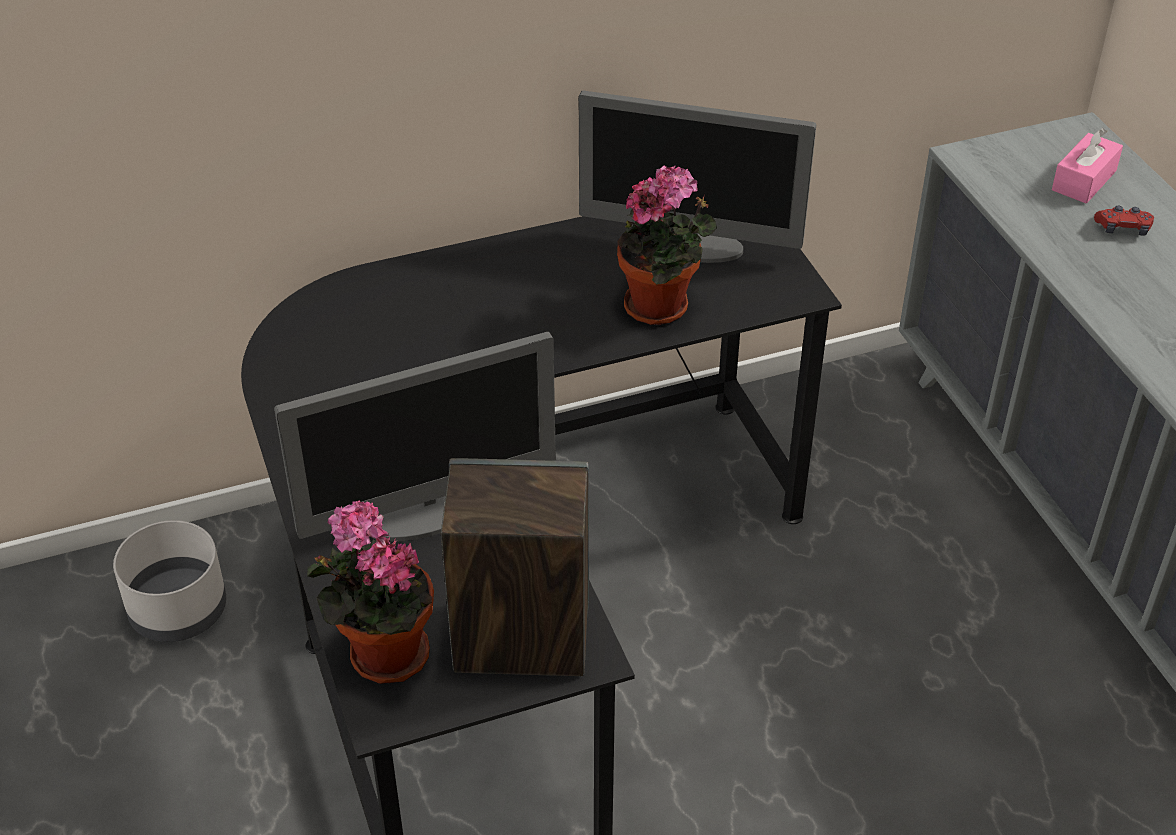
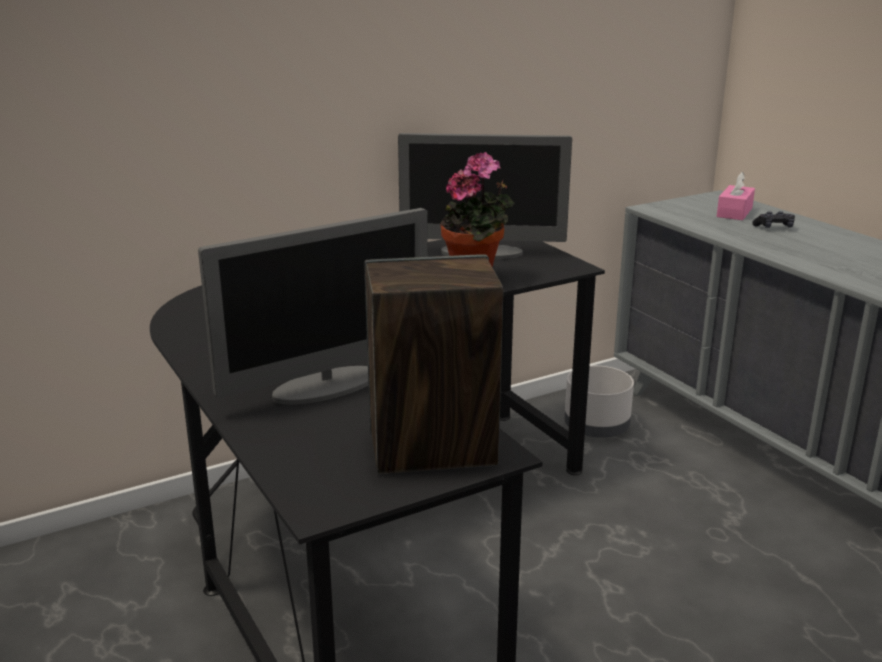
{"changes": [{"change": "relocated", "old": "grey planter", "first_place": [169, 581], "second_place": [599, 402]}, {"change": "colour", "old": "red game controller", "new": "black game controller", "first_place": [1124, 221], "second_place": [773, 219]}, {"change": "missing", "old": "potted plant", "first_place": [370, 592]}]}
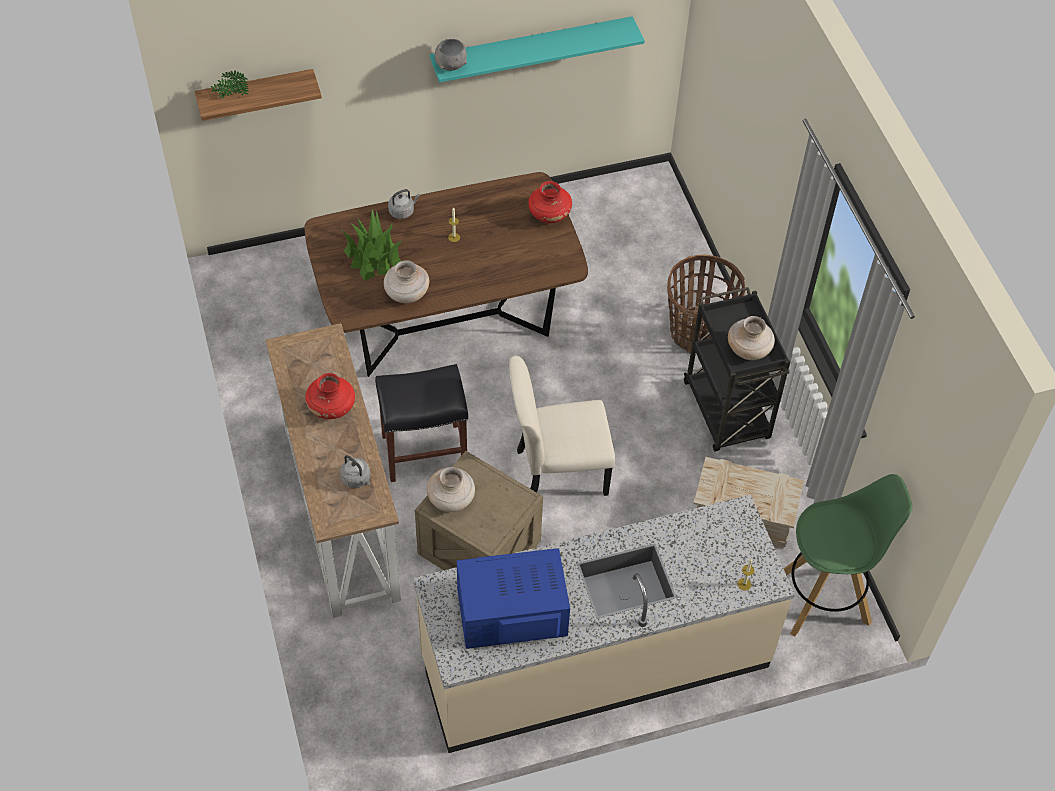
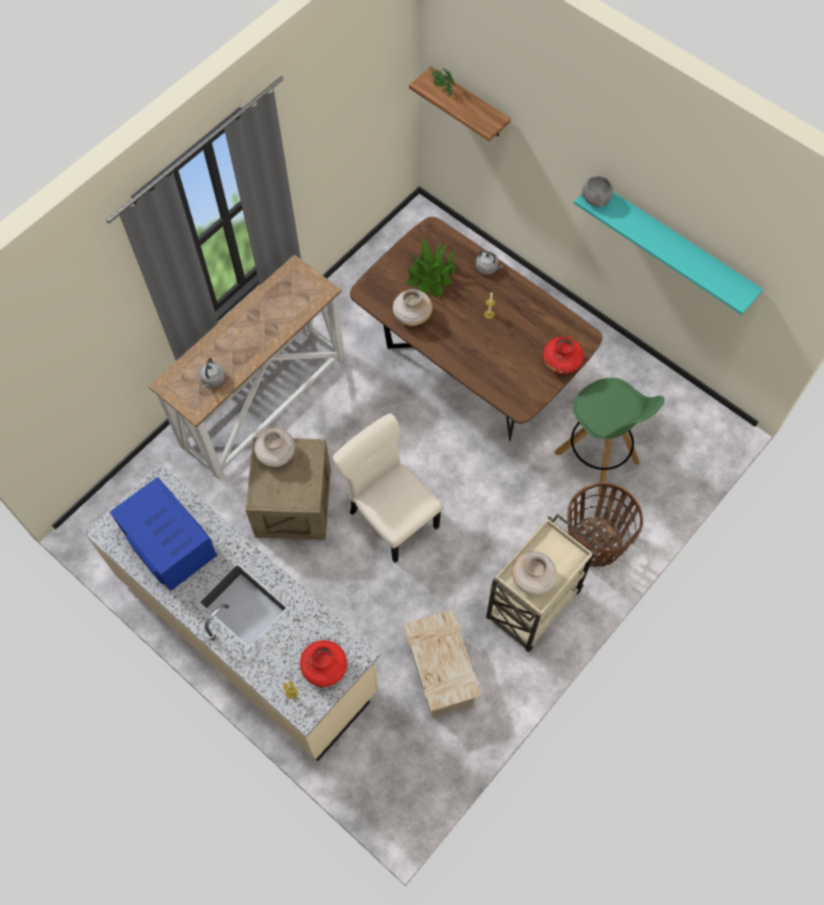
{"changes": [{"change": "relocated", "old": "red vase", "first_place": [330, 396], "second_place": [323, 663]}, {"change": "colour", "old": "black cart", "new": "beige cart", "first_place": [737, 369], "second_place": [541, 583]}, {"change": "relocated", "old": "green stool", "first_place": [848, 555], "second_place": [609, 436]}, {"change": "missing", "old": "black stool", "first_place": [421, 423]}]}
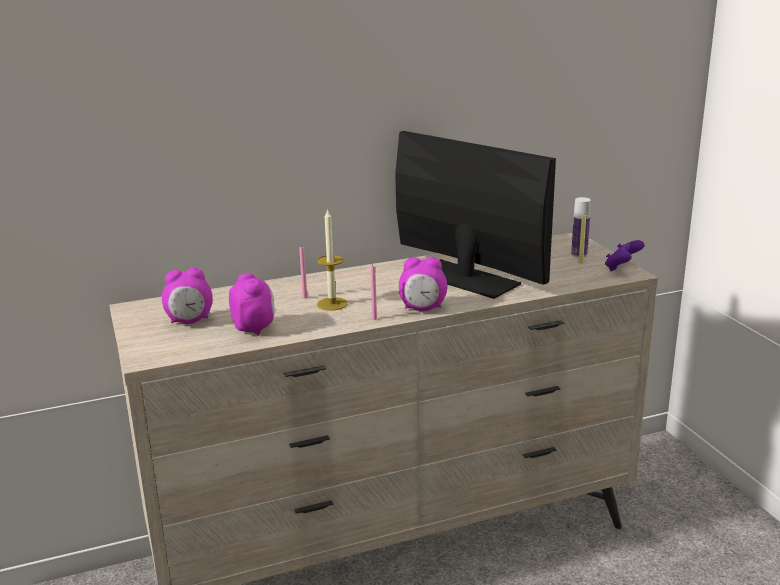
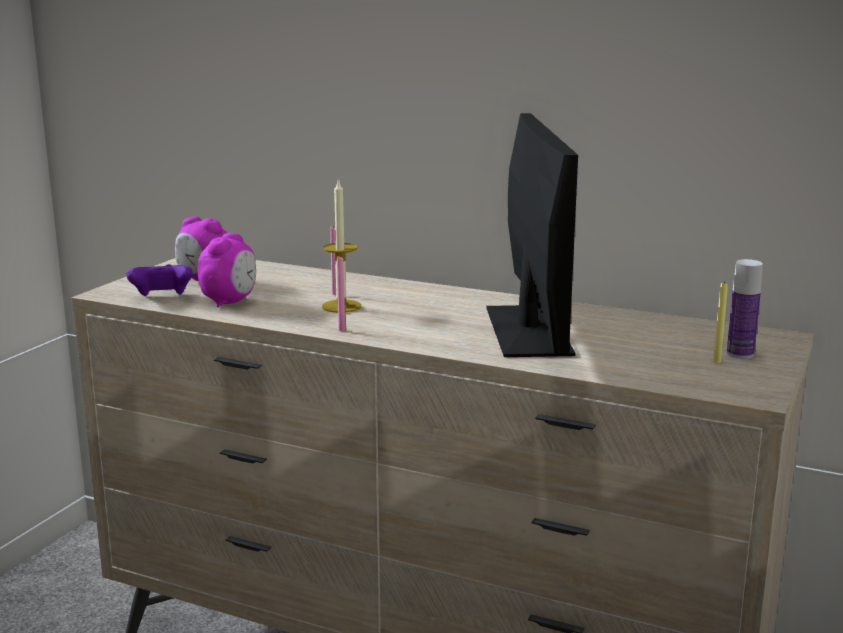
{"changes": [{"change": "relocated", "old": "purple game controller", "first_place": [625, 255], "second_place": [160, 280]}, {"change": "missing", "old": "alarm clock", "first_place": [423, 284]}]}
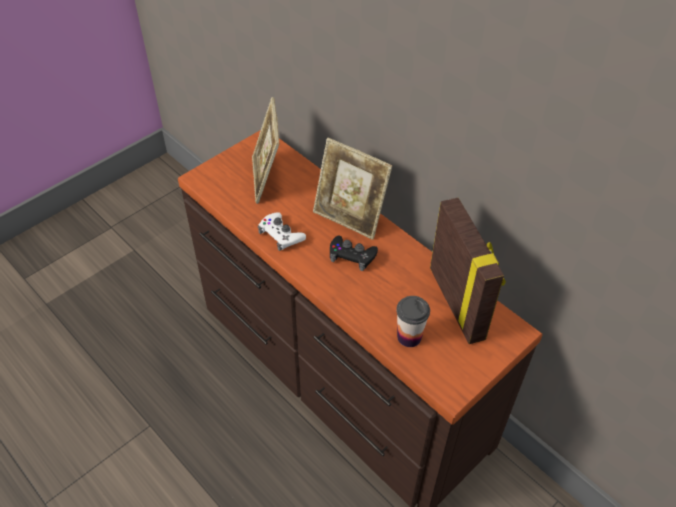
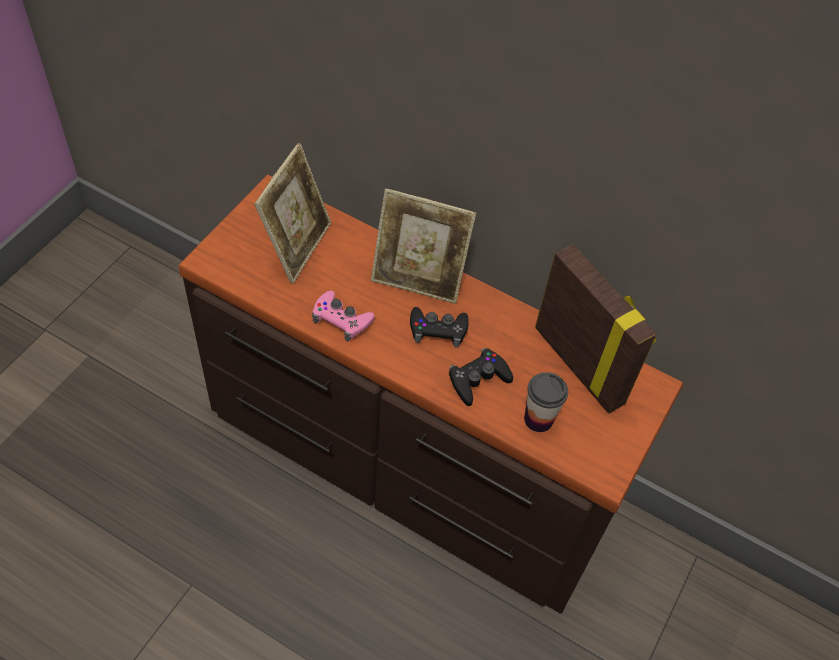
{"changes": [{"change": "spun", "old": "picture frame", "first_place": [265, 150], "second_place": [292, 213], "degrees": -135}, {"change": "colour", "old": "white game controller", "new": "pink game controller", "first_place": [282, 232], "second_place": [343, 316]}, {"change": "appeared", "new": "black game controller", "second_place": [481, 377]}]}
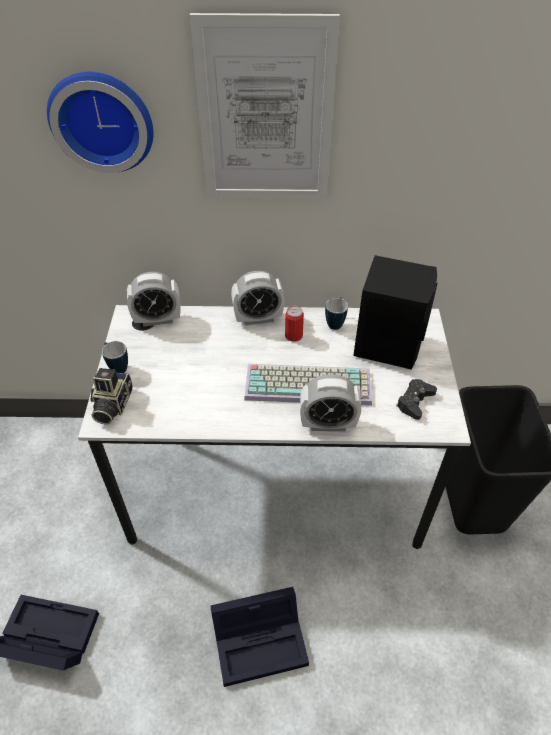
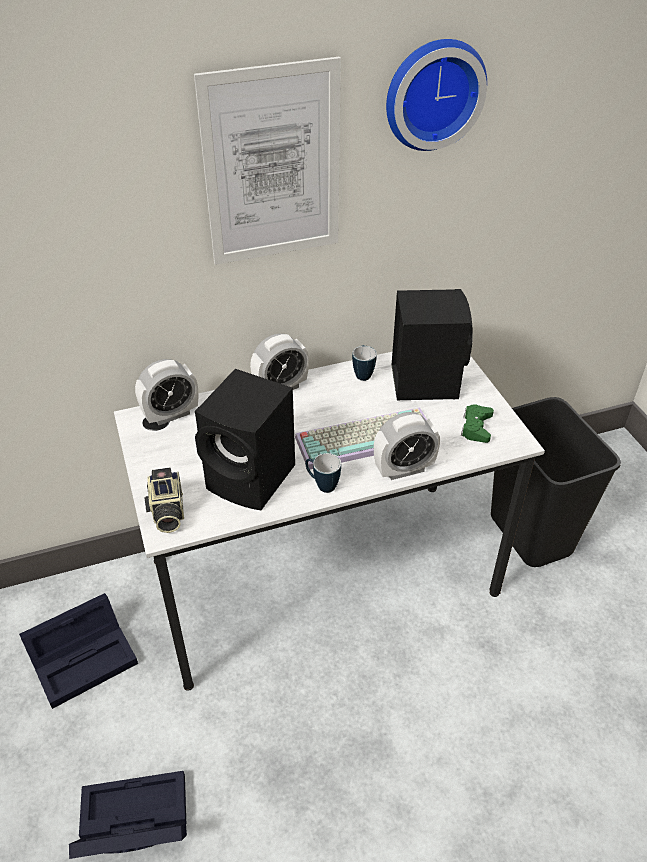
{"changes": [{"change": "relocated", "old": "black storage box", "first_place": [259, 637], "second_place": [78, 651]}, {"change": "appeared", "new": "black speaker", "second_place": [245, 439]}, {"change": "relocated", "old": "mug", "first_place": [115, 357], "second_place": [323, 473]}, {"change": "relocated", "old": "wall clock", "first_place": [100, 122], "second_place": [436, 95]}, {"change": "colour", "old": "black game controller", "new": "green game controller", "first_place": [416, 399], "second_place": [477, 423]}, {"change": "missing", "old": "can", "first_place": [294, 324]}]}
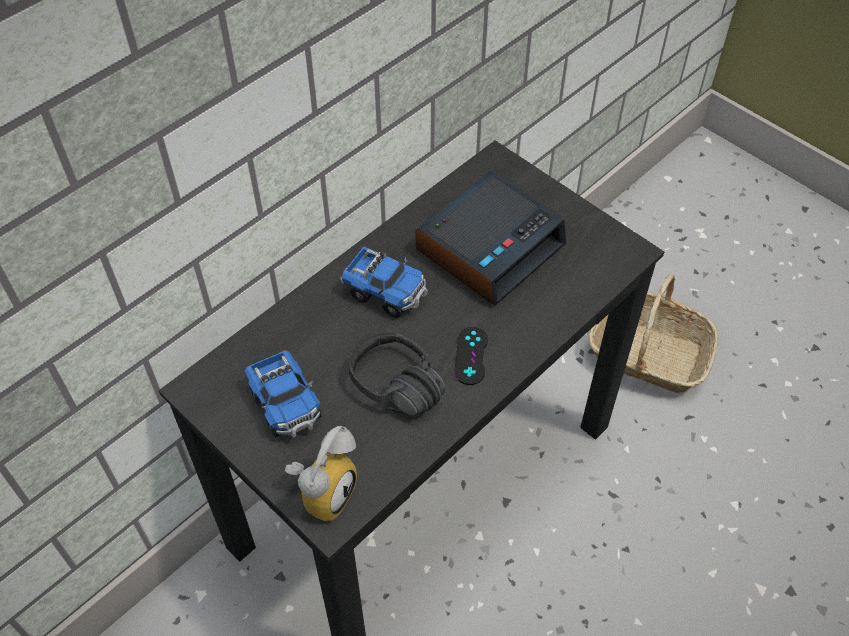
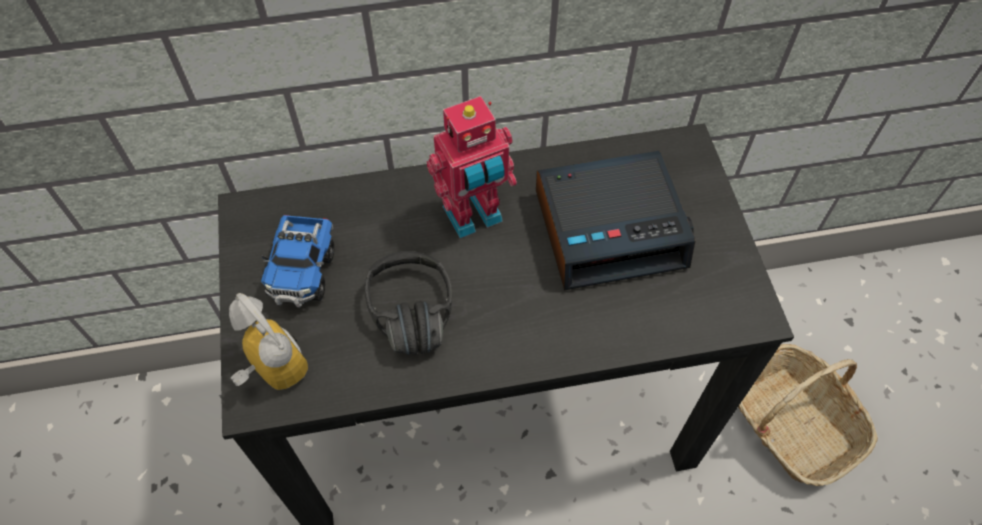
{"changes": [{"change": "spun", "old": "alarm clock", "first_place": [321, 473], "second_place": [268, 341], "degrees": -105}, {"change": "exchanged", "old": "toy truck", "new": "toy robot", "first_place": [384, 282], "second_place": [472, 167]}, {"change": "missing", "old": "black game controller", "first_place": [471, 356]}]}
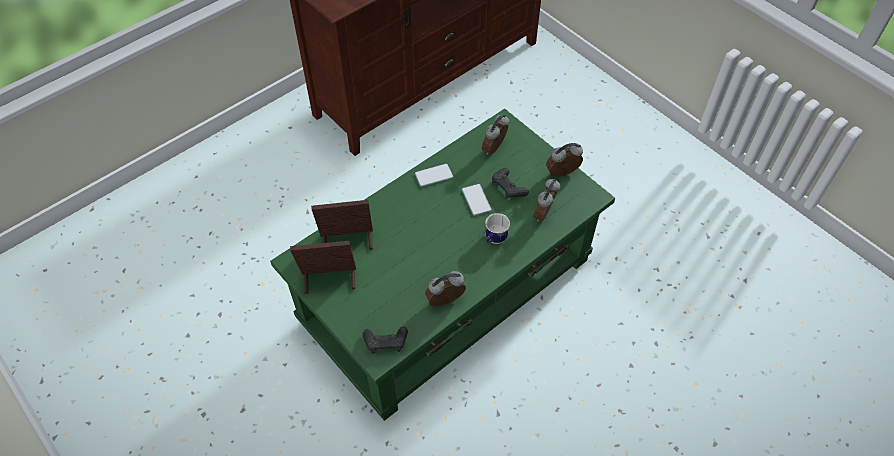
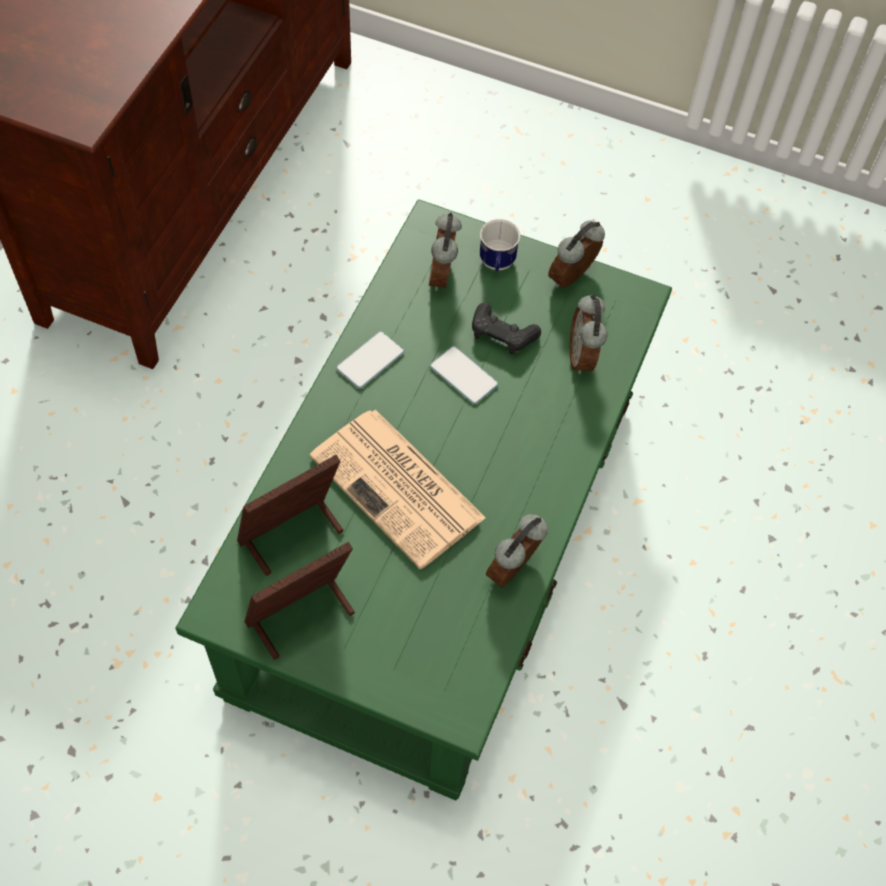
{"changes": [{"change": "appeared", "new": "newspaper", "second_place": [398, 489]}, {"change": "relocated", "old": "mug", "first_place": [497, 228], "second_place": [500, 245]}, {"change": "missing", "old": "black game controller", "first_place": [385, 340]}]}
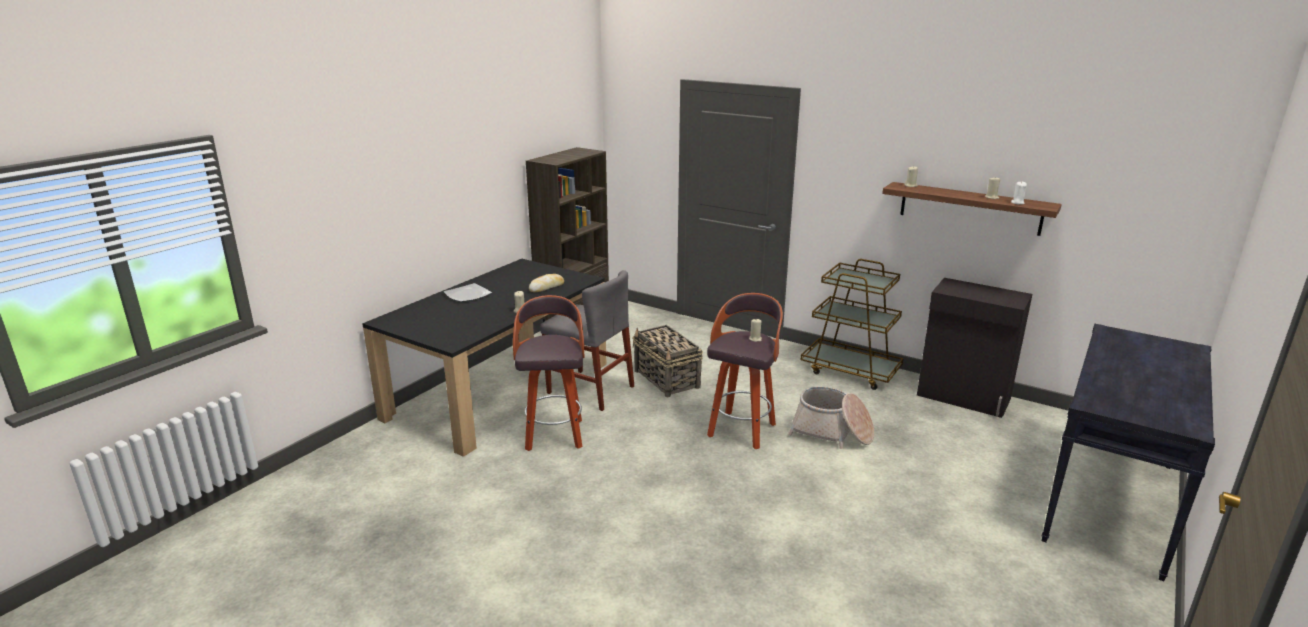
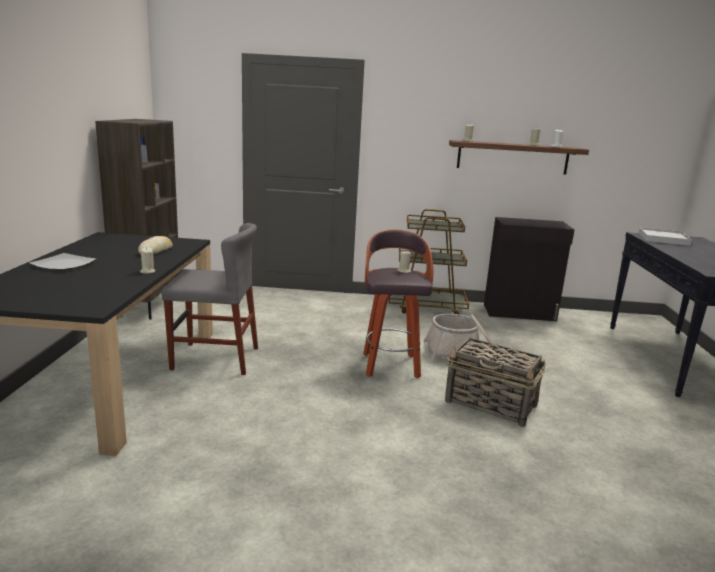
{"changes": [{"change": "relocated", "old": "basket", "first_place": [667, 361], "second_place": [495, 382]}, {"change": "appeared", "new": "white tray", "second_place": [665, 236]}, {"change": "missing", "old": "stool", "first_place": [549, 373]}]}
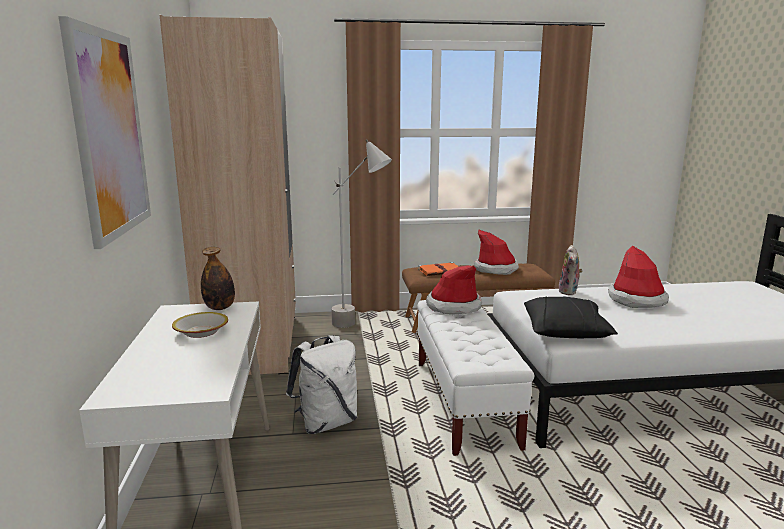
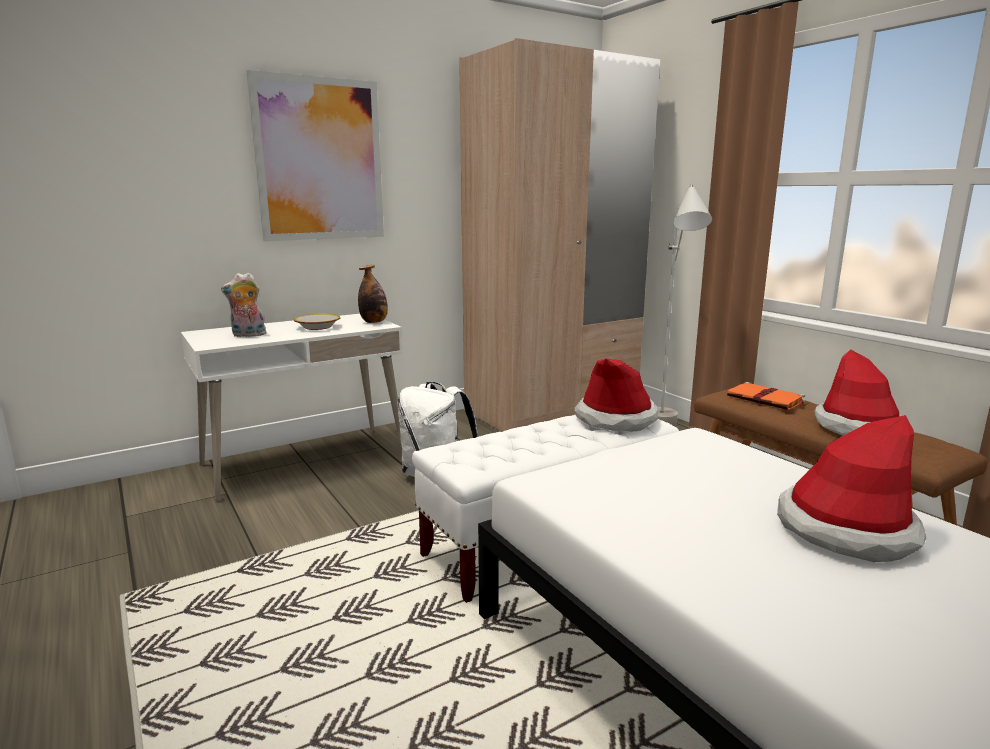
{"changes": [{"change": "relocated", "old": "plush toy", "first_place": [571, 270], "second_place": [243, 304]}, {"change": "missing", "old": "black pillow", "first_place": [571, 317]}]}
